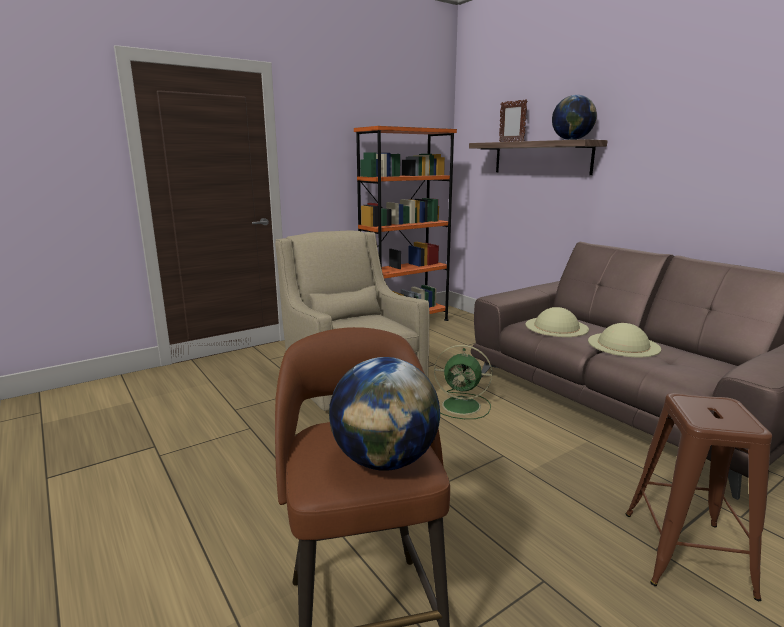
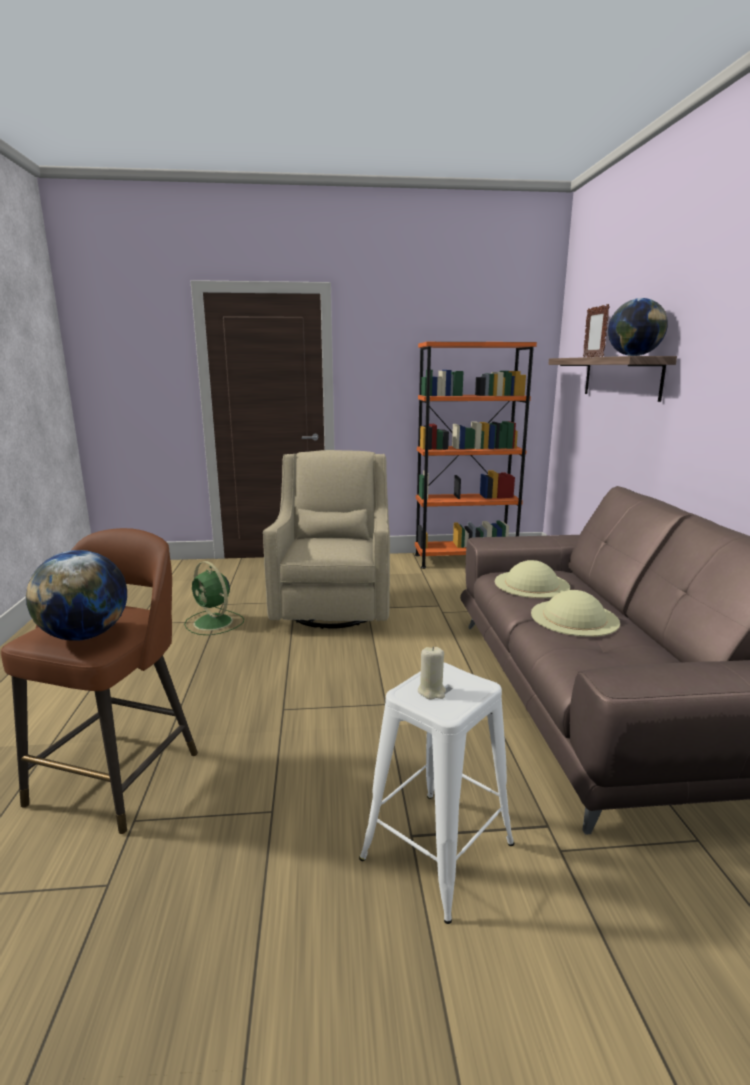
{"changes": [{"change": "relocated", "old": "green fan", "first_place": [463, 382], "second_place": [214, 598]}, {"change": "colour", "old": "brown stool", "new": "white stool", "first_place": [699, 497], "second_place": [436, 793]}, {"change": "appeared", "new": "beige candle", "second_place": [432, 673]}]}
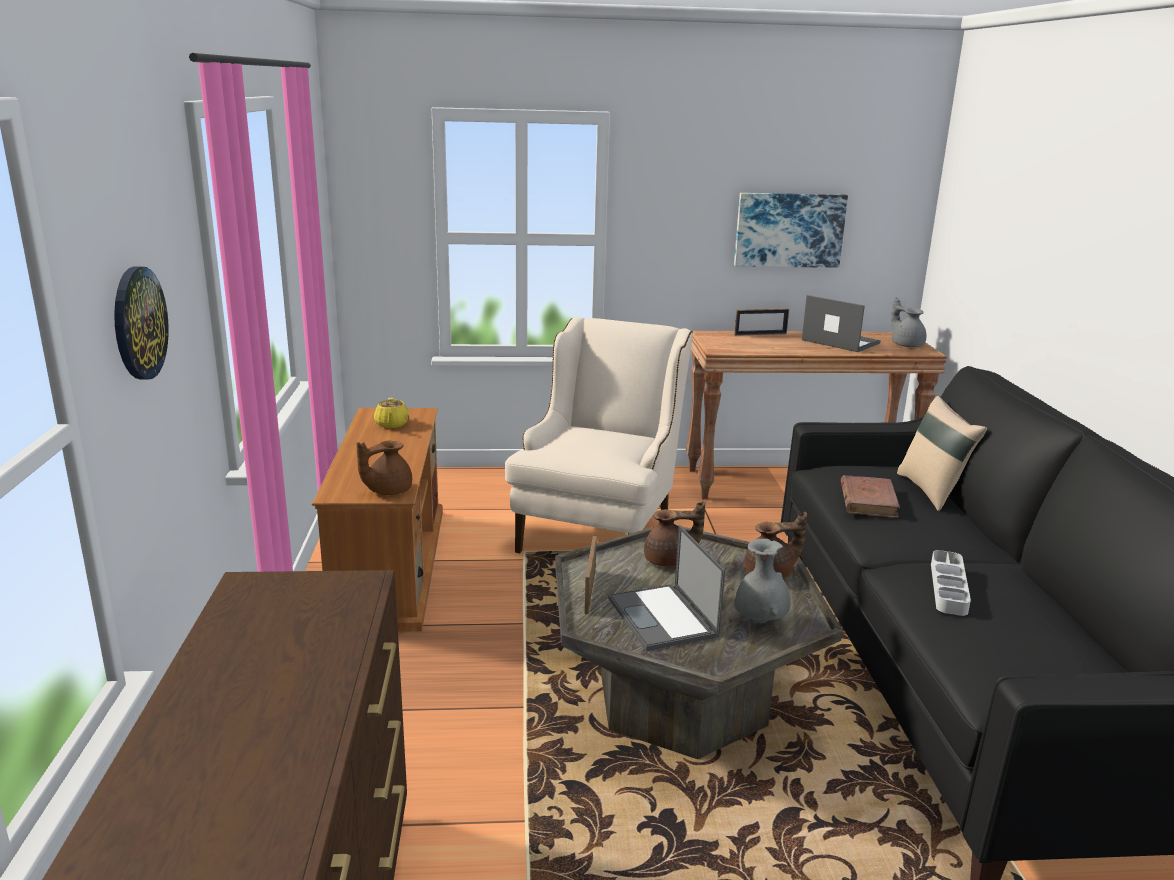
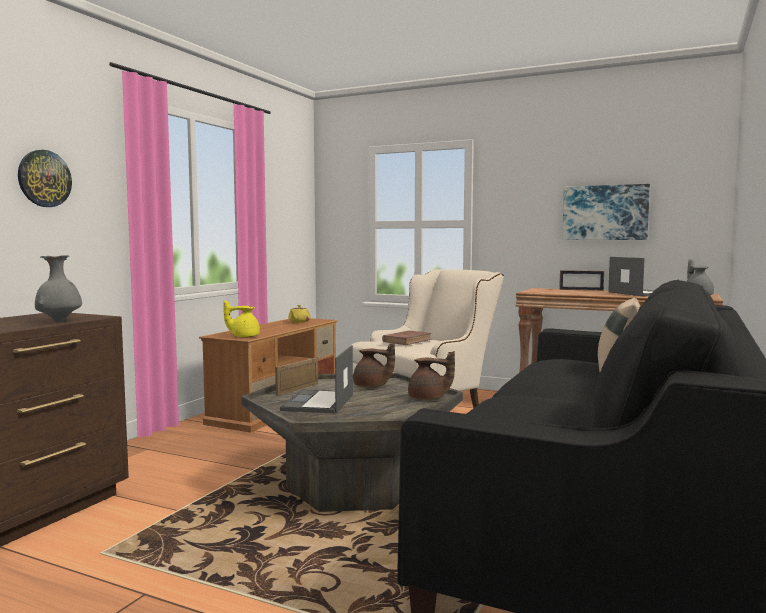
{"changes": [{"change": "relocated", "old": "grey vase", "first_place": [763, 581], "second_place": [58, 288]}, {"change": "colour", "old": "brown teapot", "new": "yellow teapot", "first_place": [384, 468], "second_place": [241, 319]}, {"change": "relocated", "old": "brown book", "first_place": [870, 496], "second_place": [407, 338]}, {"change": "missing", "old": "grey tray", "first_place": [951, 583]}]}
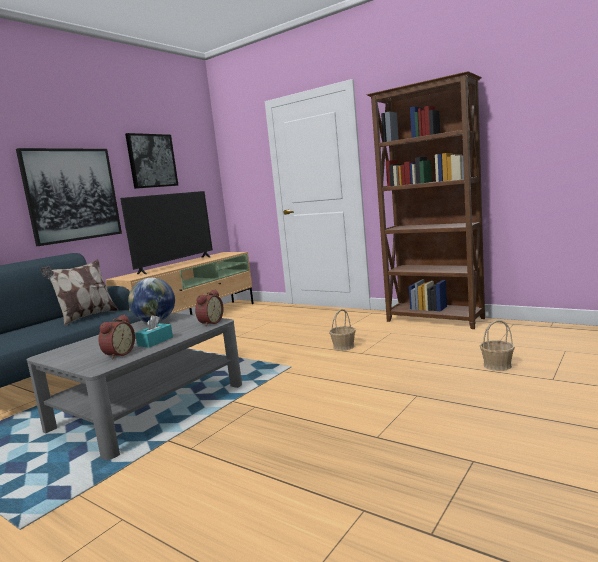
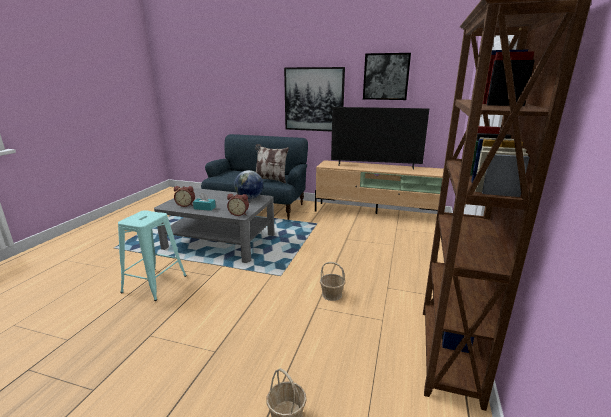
{"changes": [{"change": "appeared", "new": "turquoise stool", "second_place": [152, 255]}]}
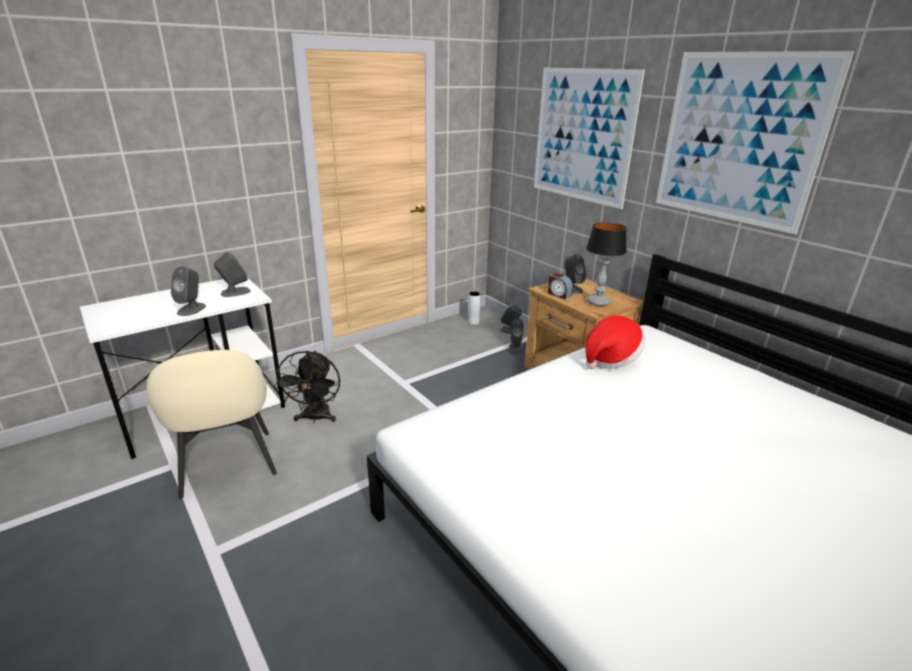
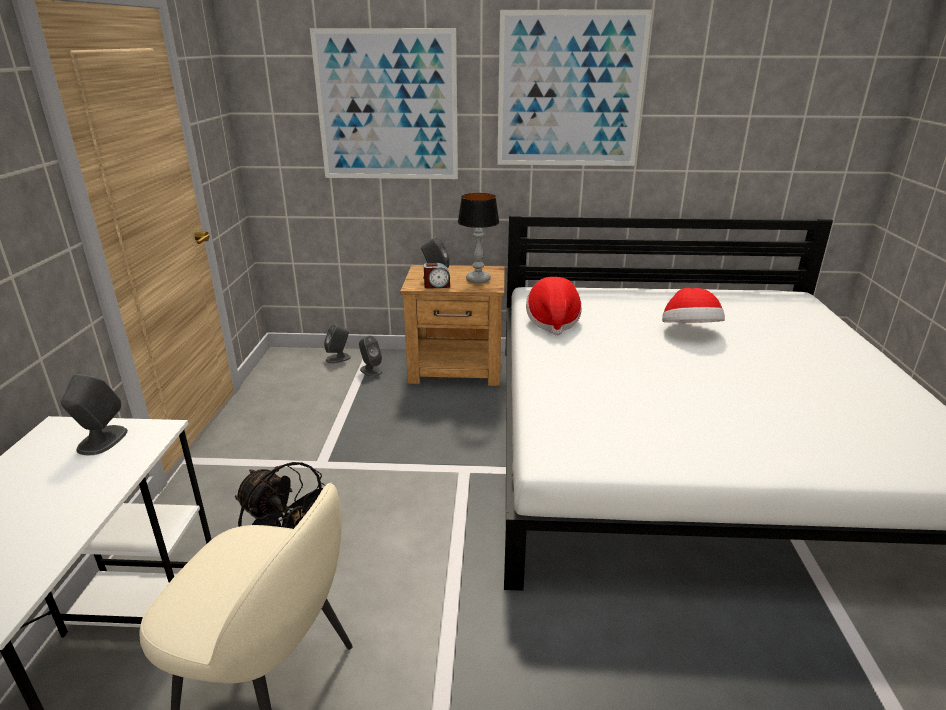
{"changes": [{"change": "appeared", "new": "hat", "second_place": [693, 305]}, {"change": "missing", "old": "grey speaker", "first_place": [188, 291]}, {"change": "missing", "old": "grey vase", "first_place": [474, 308]}]}
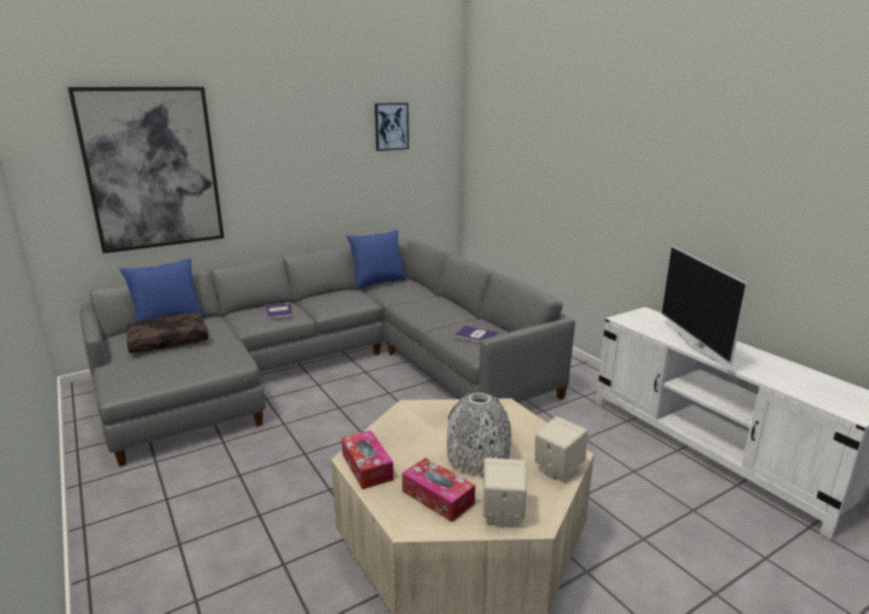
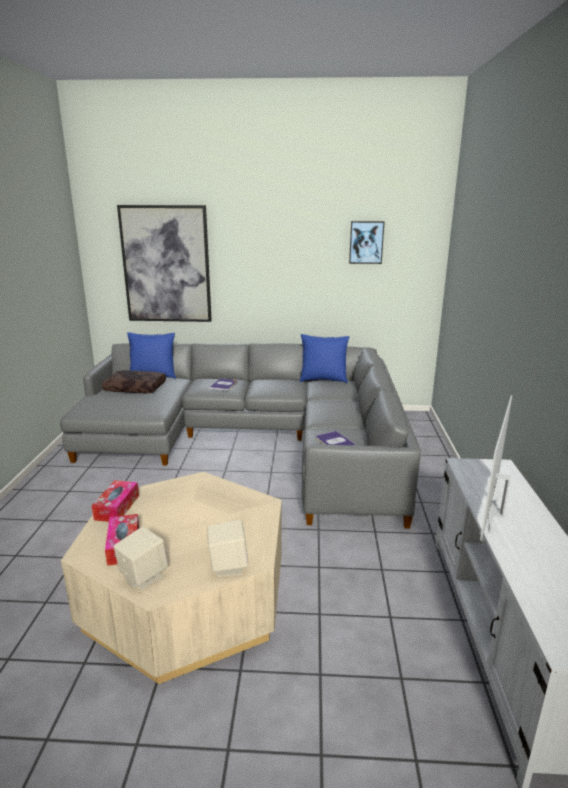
{"changes": [{"change": "missing", "old": "grey vase", "first_place": [479, 434]}]}
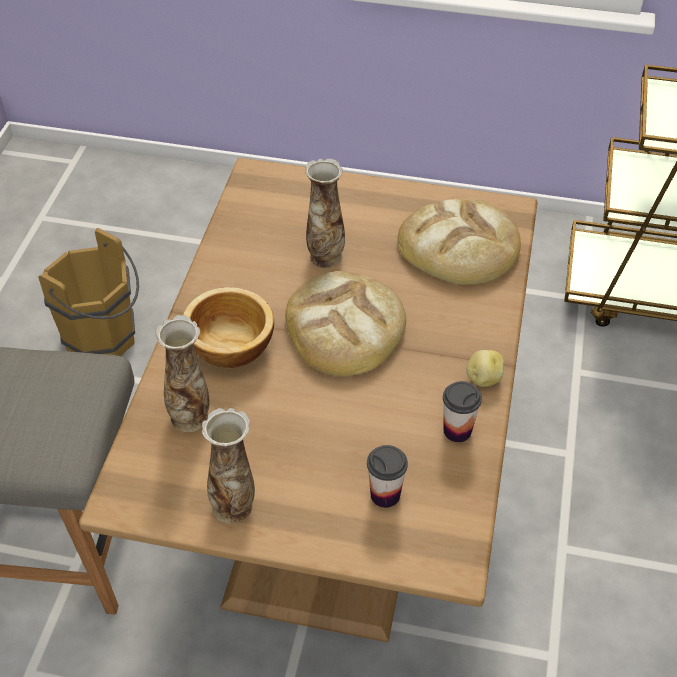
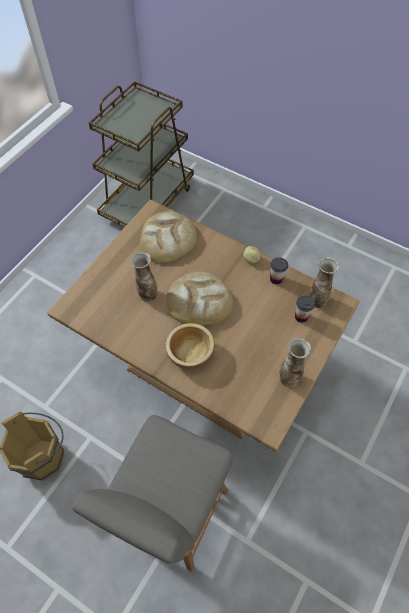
{"changes": [{"change": "relocated", "old": "vase", "first_place": [182, 373], "second_place": [324, 282]}]}
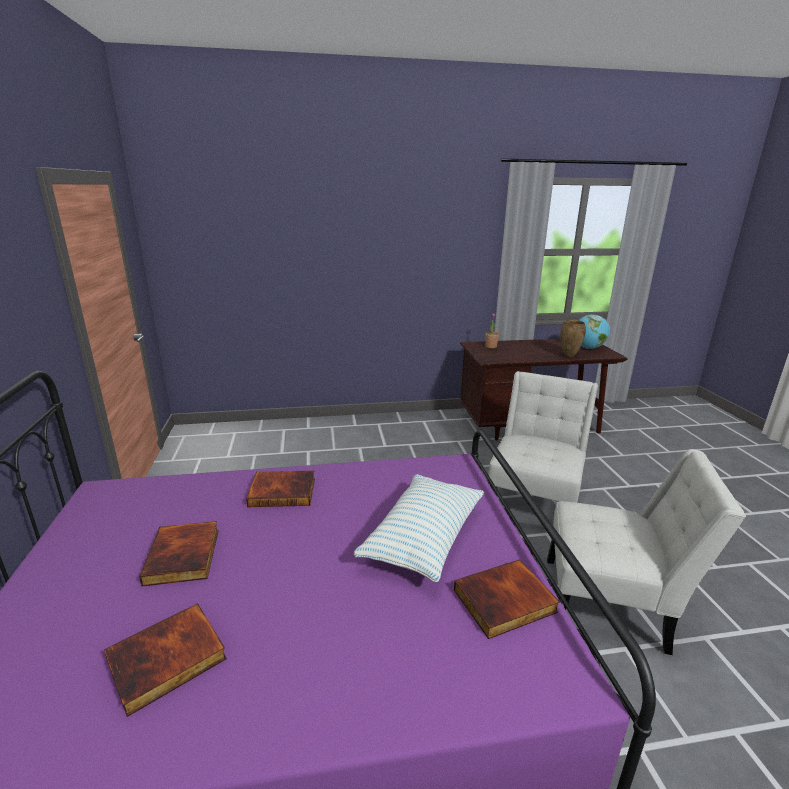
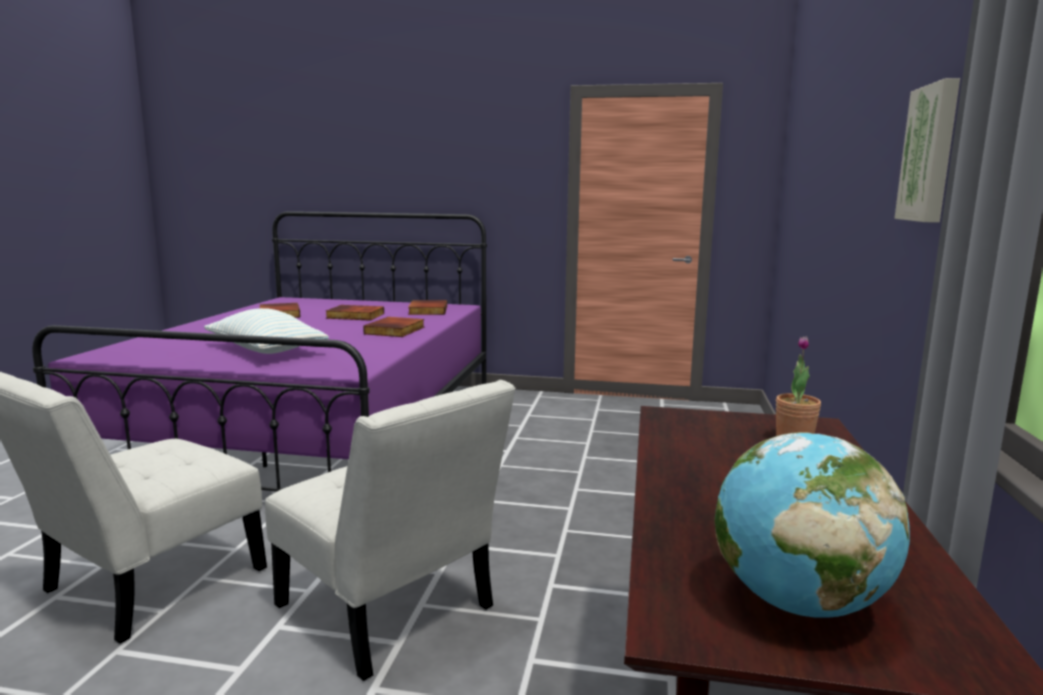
{"changes": [{"change": "relocated", "old": "book", "first_place": [507, 599], "second_place": [427, 307]}, {"change": "appeared", "new": "picture", "second_place": [927, 150]}, {"change": "missing", "old": "brown vase", "first_place": [573, 339]}]}
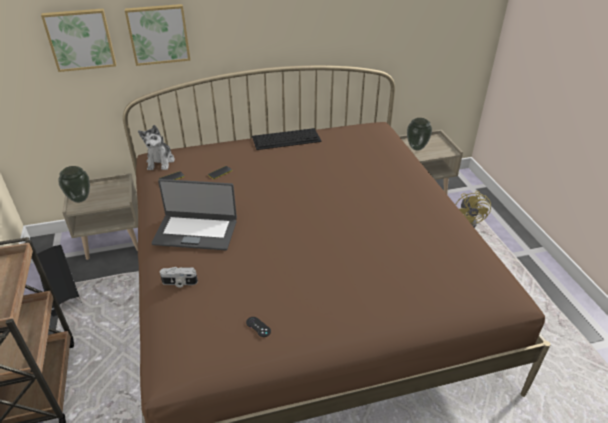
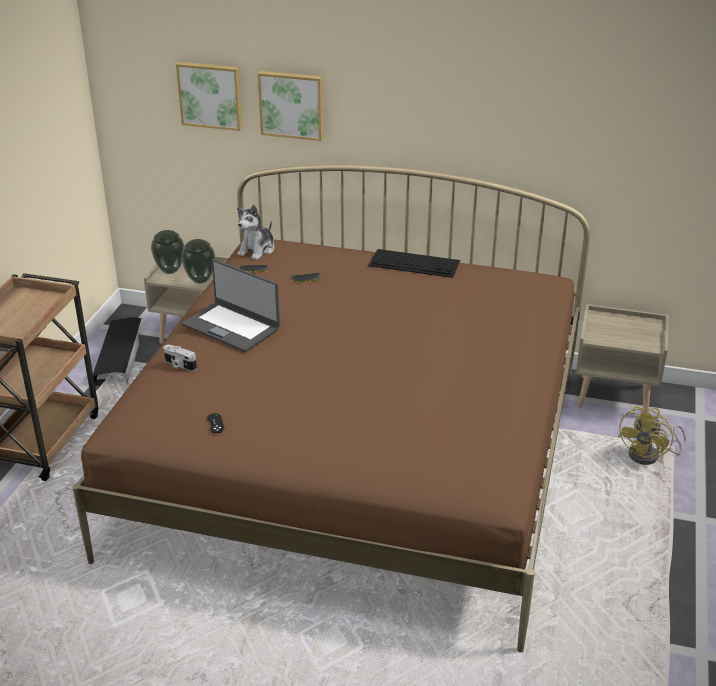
{"changes": [{"change": "relocated", "old": "vase", "first_place": [419, 134], "second_place": [198, 261]}]}
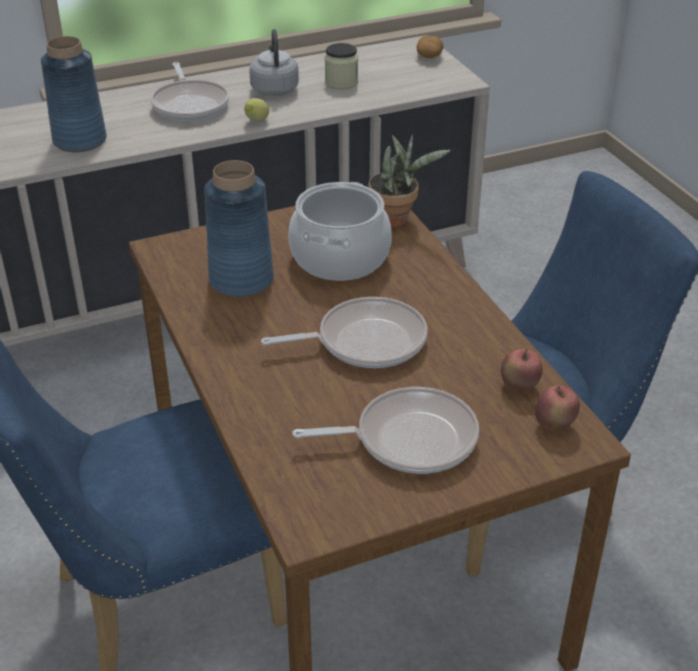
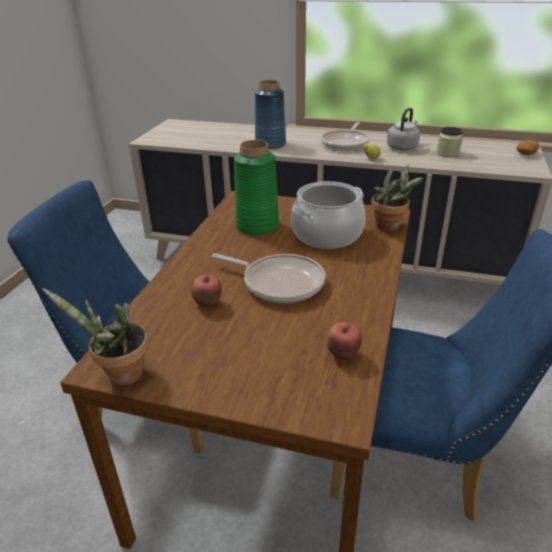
{"changes": [{"change": "appeared", "new": "potted plant", "second_place": [95, 336]}, {"change": "relocated", "old": "apple", "first_place": [557, 407], "second_place": [206, 290]}, {"change": "colour", "old": "blue vase", "new": "green vase", "first_place": [239, 228], "second_place": [256, 187]}, {"change": "missing", "old": "frying pan", "first_place": [385, 430]}]}
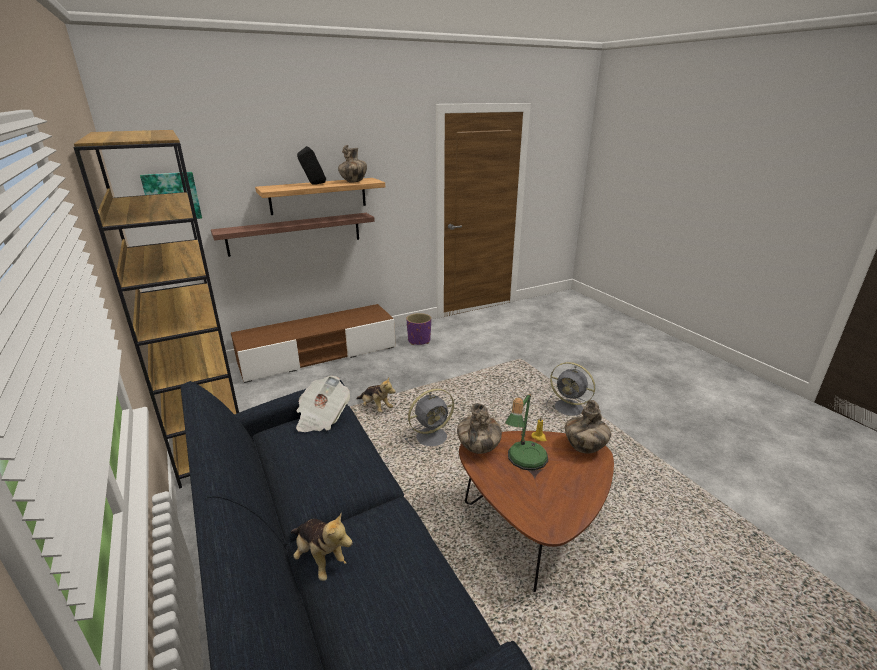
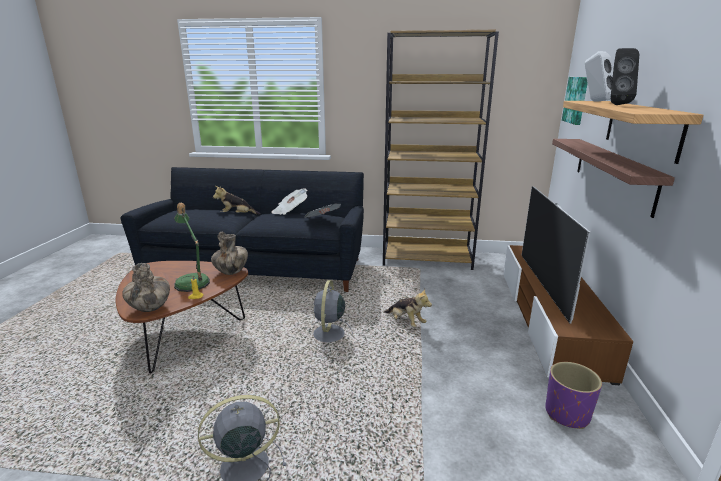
{"changes": [{"change": "appeared", "new": "newspaper", "second_place": [289, 201]}, {"change": "spun", "old": "plush toy", "first_place": [376, 395], "second_place": [408, 308], "degrees": -120}, {"change": "appeared", "new": "television", "second_place": [555, 255]}, {"change": "appeared", "new": "white speaker", "second_place": [599, 76]}, {"change": "missing", "old": "vase", "first_place": [352, 164]}]}
